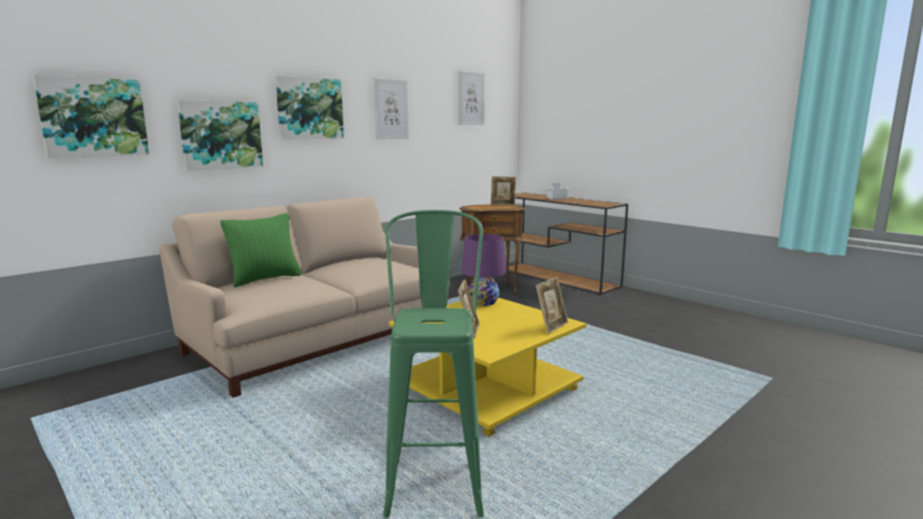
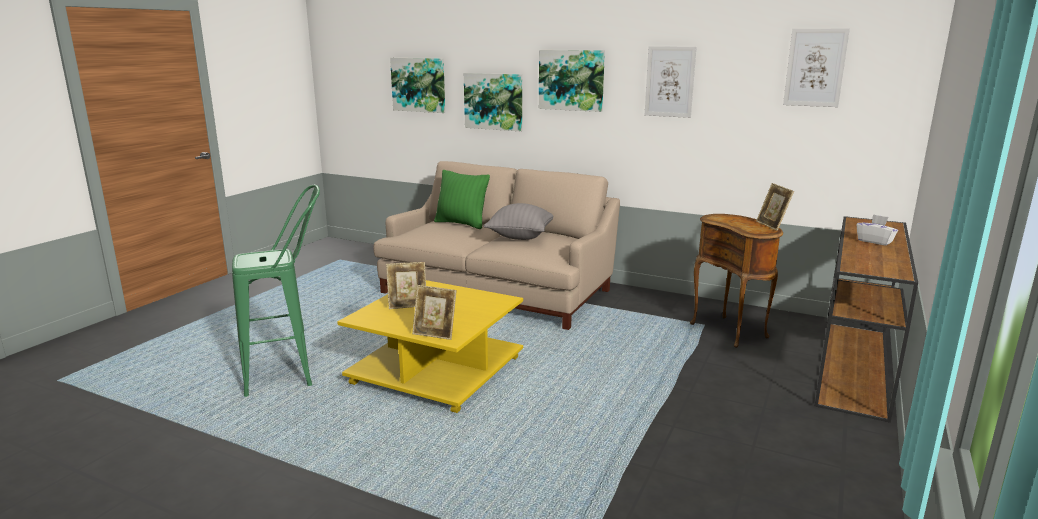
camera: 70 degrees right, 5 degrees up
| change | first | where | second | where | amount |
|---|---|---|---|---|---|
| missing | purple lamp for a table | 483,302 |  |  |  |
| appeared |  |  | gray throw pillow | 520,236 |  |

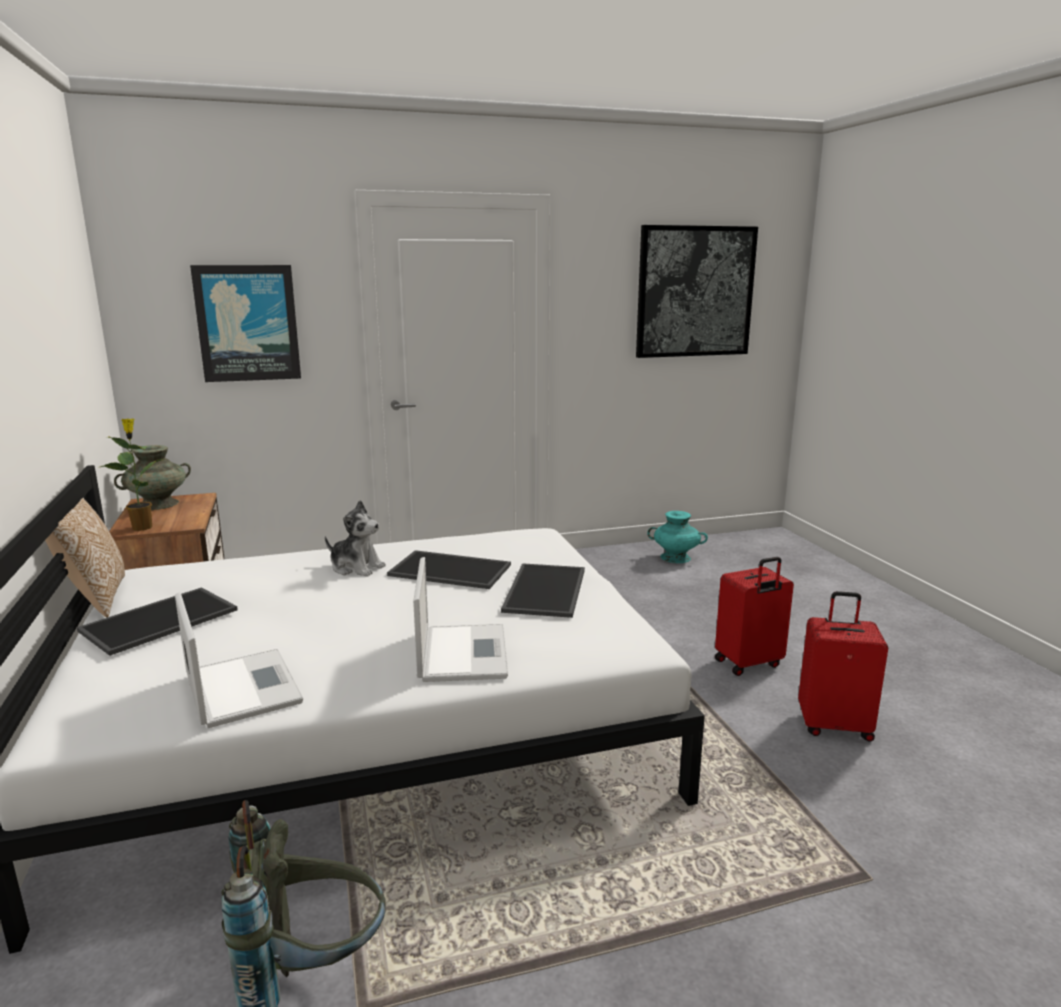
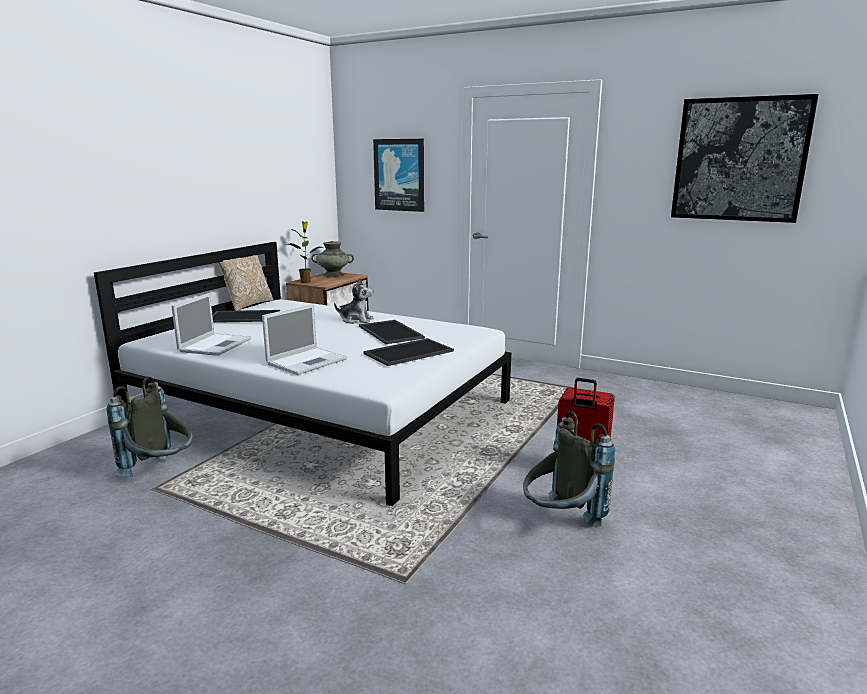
camera: 45 degrees right, 0 degrees up
| change | first | where | second | where | amount |
|---|---|---|---|---|---|
| spun | soft toy | 356,567 |  | 356,320 | 60 degrees counterclockwise |
| missing | turquoise-coloured flower vase | 676,558 |  |  |  |
| exchanged | red piece of luggage | 834,725 | gray rucksack | 560,522 |  |

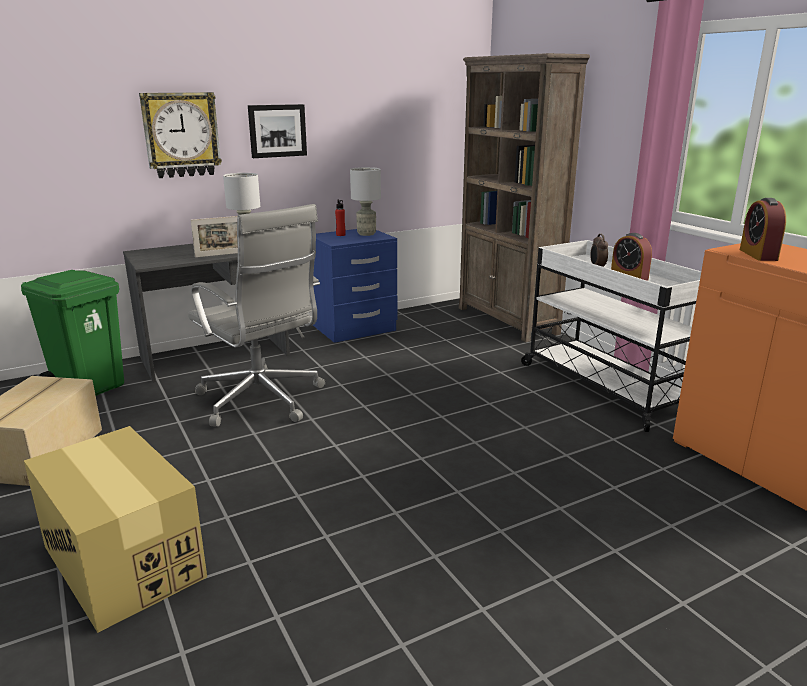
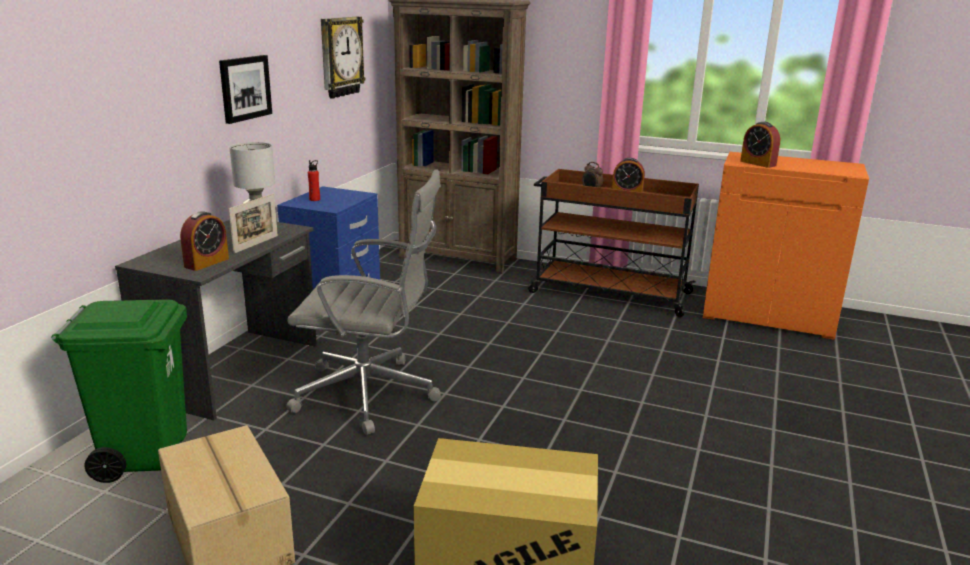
camera: 40 degrees left, 0 degrees up
| change | first | where | second | where | amount |
|---|---|---|---|---|---|
| relocated | clock on the wall | 181,135 |  | 340,57 |  |
| missing | gray lamp for a table | 366,234 |  |  |  |
| colour | whitish trolley | 604,386 | brown trolley | 608,292 |  |
| appeared |  |  | bedside clock | 206,263 |  |

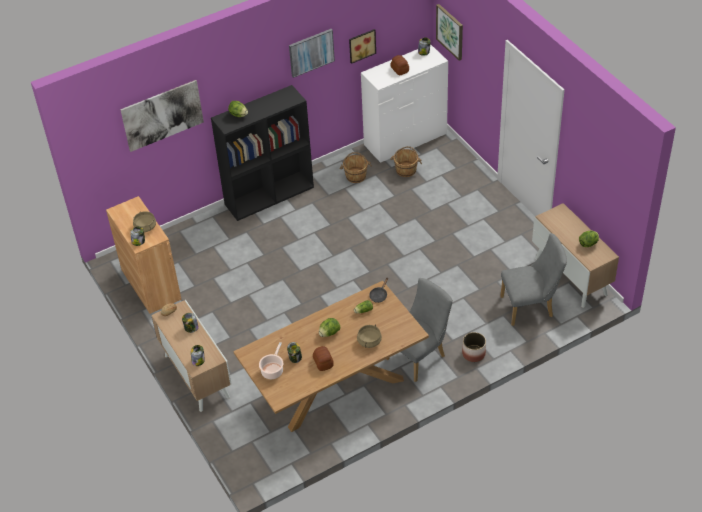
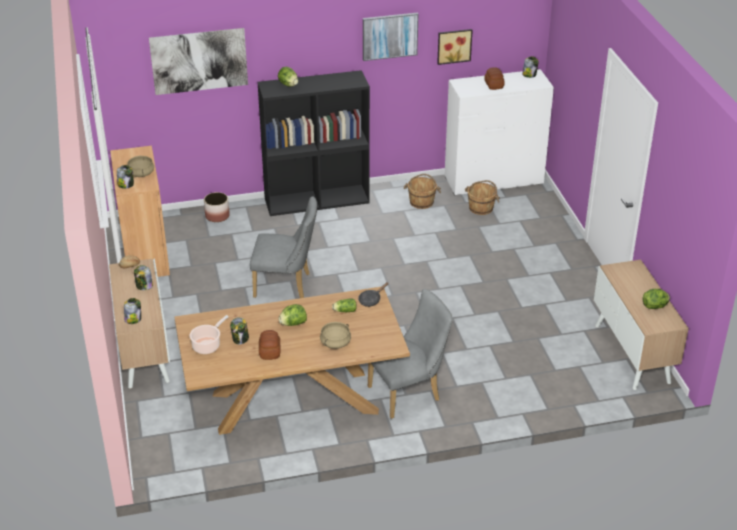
camera: 15 degrees right, 10 degrees down
| change | first | where | second | where | amount |
|---|---|---|---|---|---|
| missing | wall art | 450,31 |  |  |  |
| relocated | plant pot | 473,353 |  | 217,216 |  |
| relocated | gray plain chair | 531,306 |  | 287,285 |  |

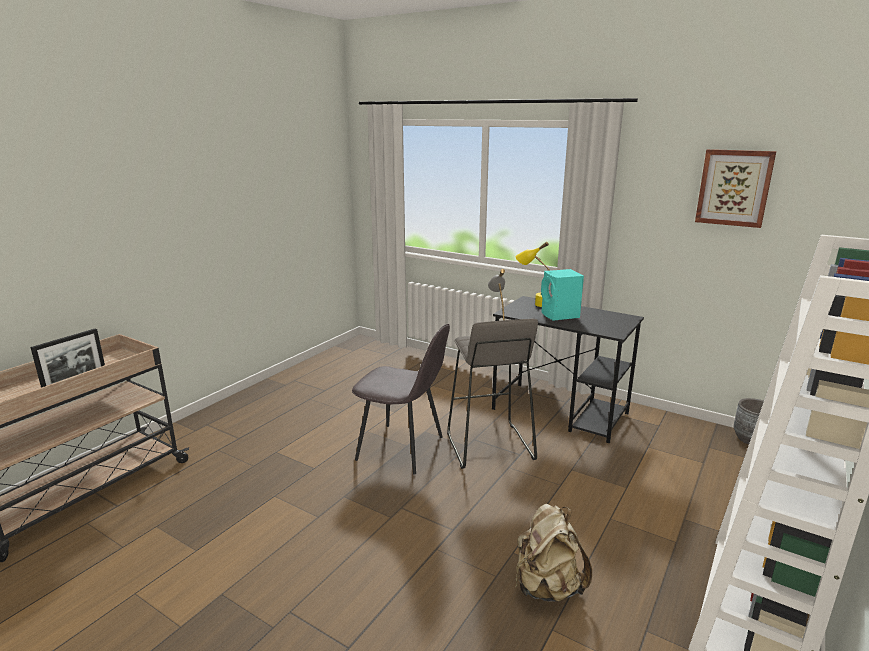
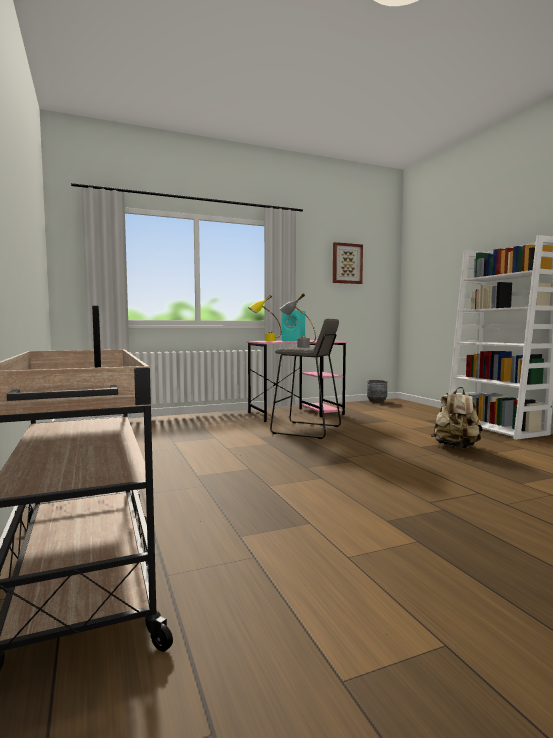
camera: 55 degrees left, 15 degrees down
| change | first | where | second | where | amount |
|---|---|---|---|---|---|
| missing | gray plain chair | 402,449 |  |  |  |
| colour | blackish desk | 560,411 | pinkish desk | 296,413 |  |

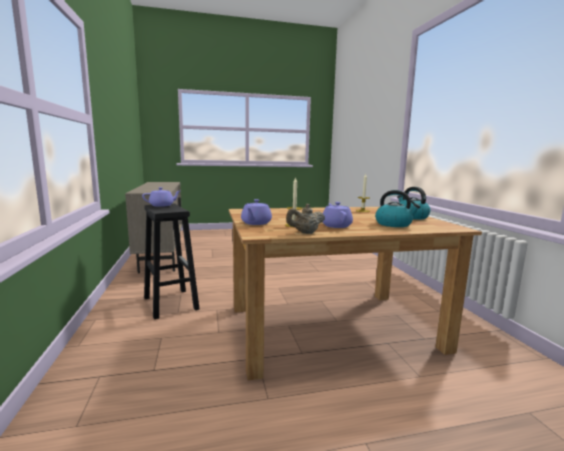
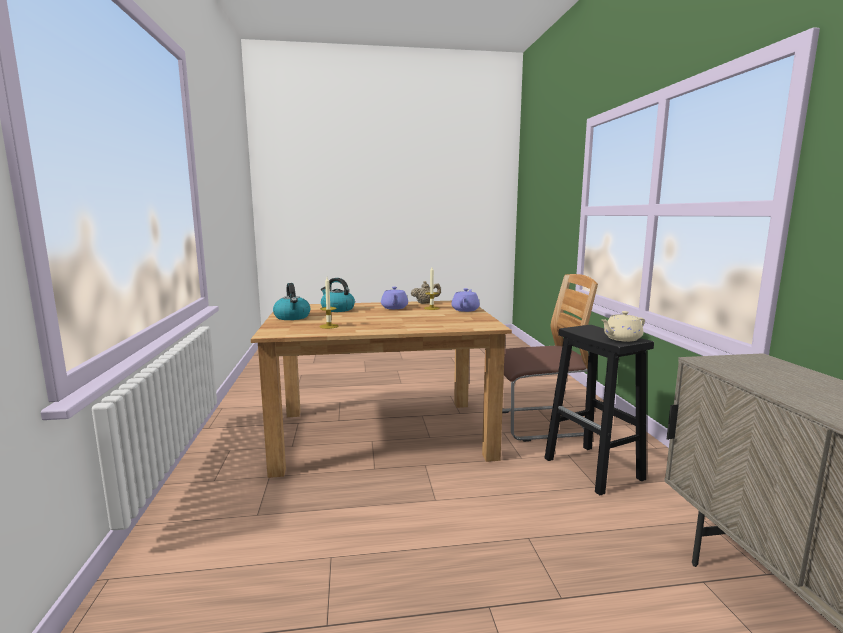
camera: 175 degrees left, 0 degrees up
| change | first | where | second | where | amount |
|---|---|---|---|---|---|
| colour | purple teapot | 162,205 | beige-coloured teapot | 621,339 |  |
| appeared |  |  | plain chair | 538,424 |  |

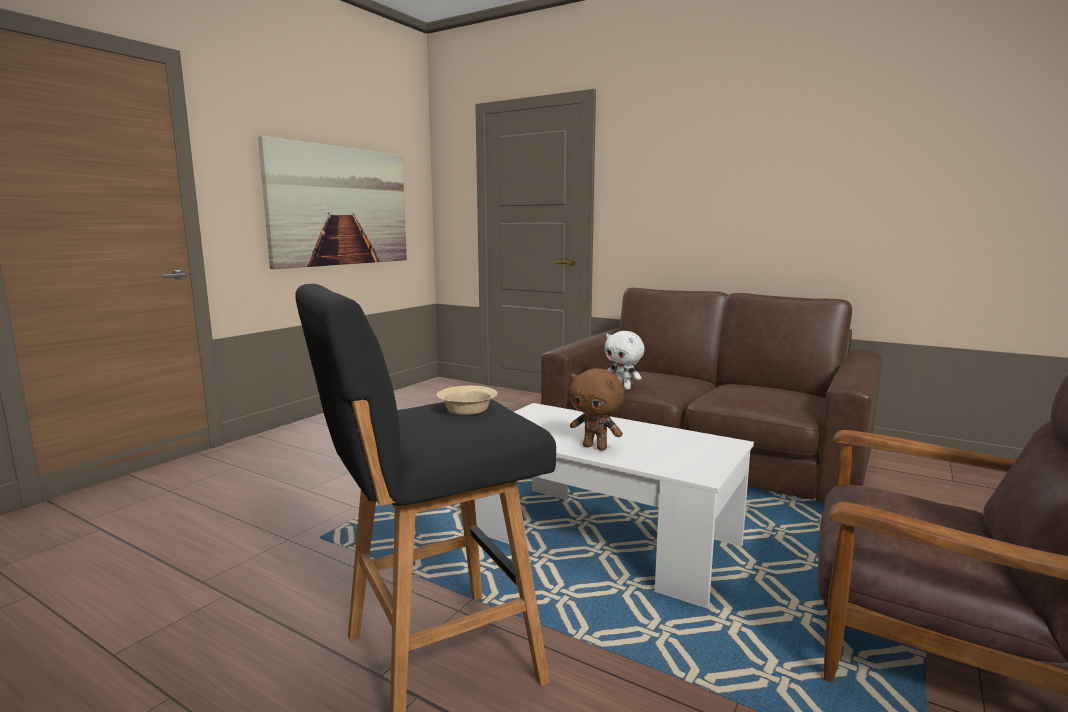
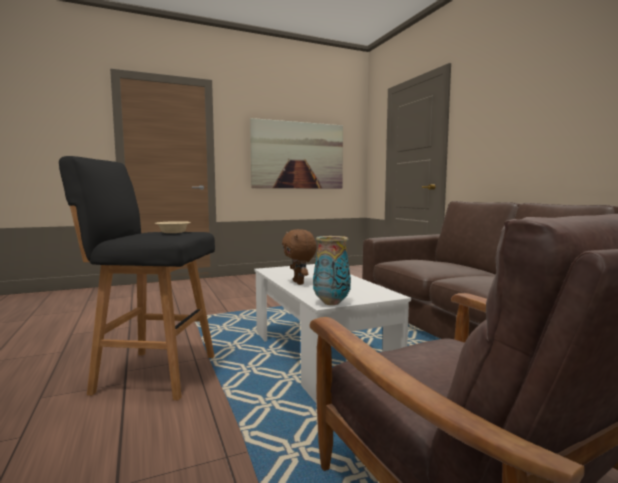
camera: 35 degrees right, 5 degrees down
| change | first | where | second | where | amount |
|---|---|---|---|---|---|
| missing | whitish soft toy | 623,387 |  |  |  |
| appeared |  |  | flower vase | 331,303 |  |

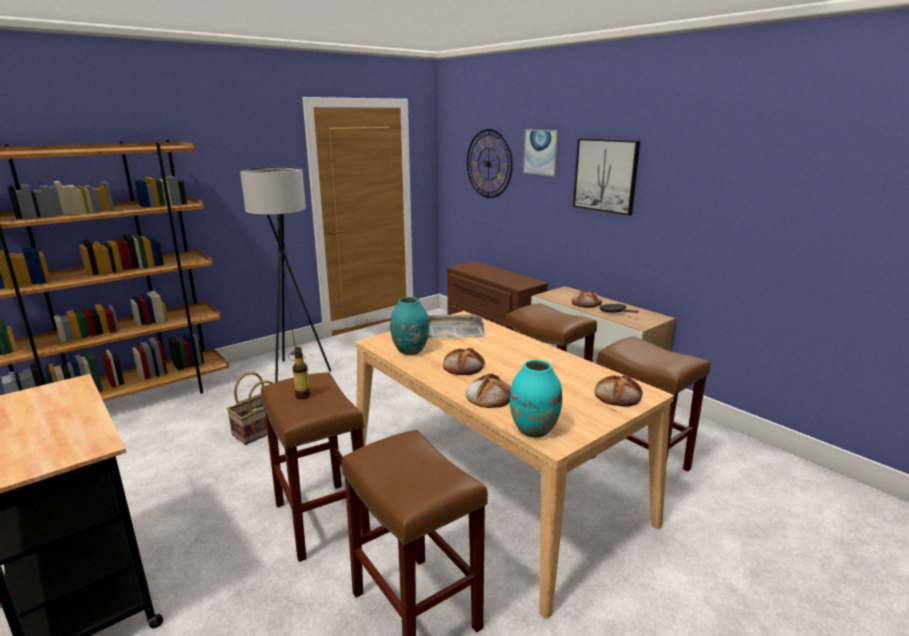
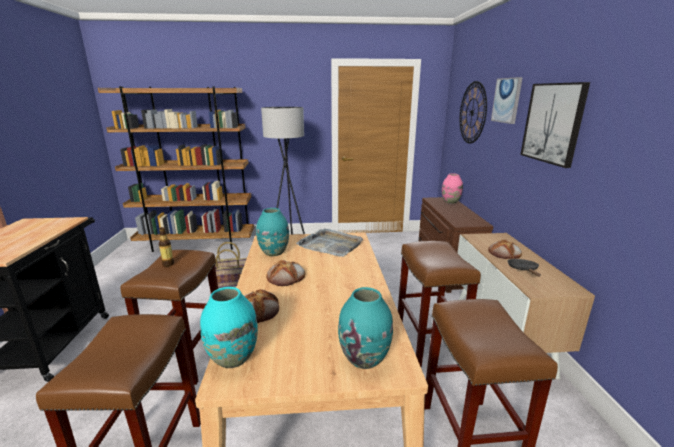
camera: 35 degrees right, 0 degrees up
| change | first | where | second | where | amount |
|---|---|---|---|---|---|
| exchanged | baked bread | 618,395 | turquoise-coloured flower vase | 364,358 |  |
| appeared |  |  | pinkish flower vase | 450,202 |  |

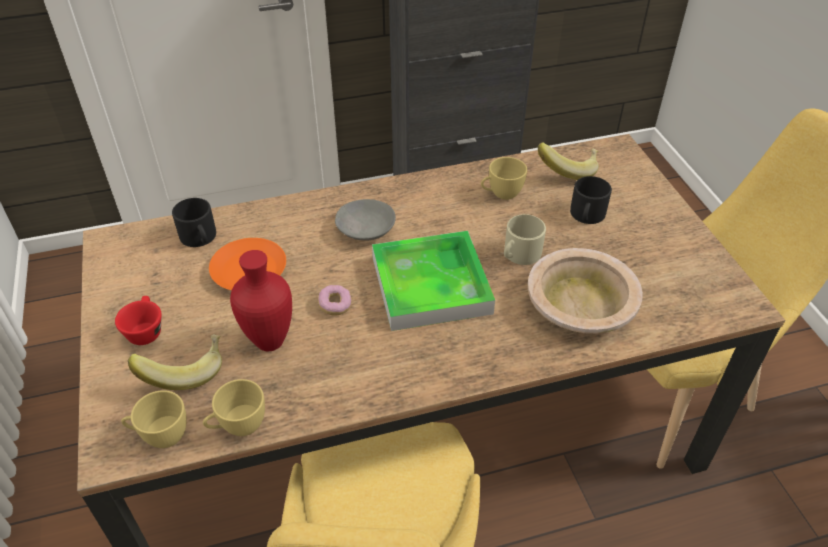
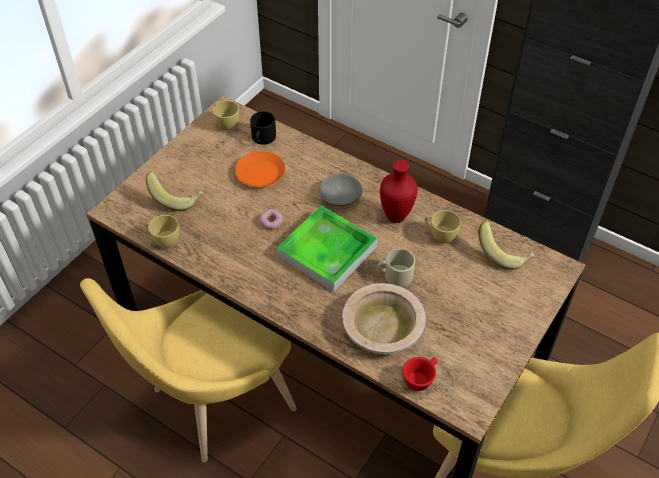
camera: 50 degrees right, 5 degrees up
| change | first | where | second | where | amount |
|---|---|---|---|---|---|
| relocated | red small cup | 145,330 |  | 420,378 |  |
| relocated | yellow-coloured small cup | 160,436 |  | 225,124 |  |
| relocated | red flower vase | 271,340 |  | 397,216 |  |
| missing | blackish mug | 586,215 |  |  |  |

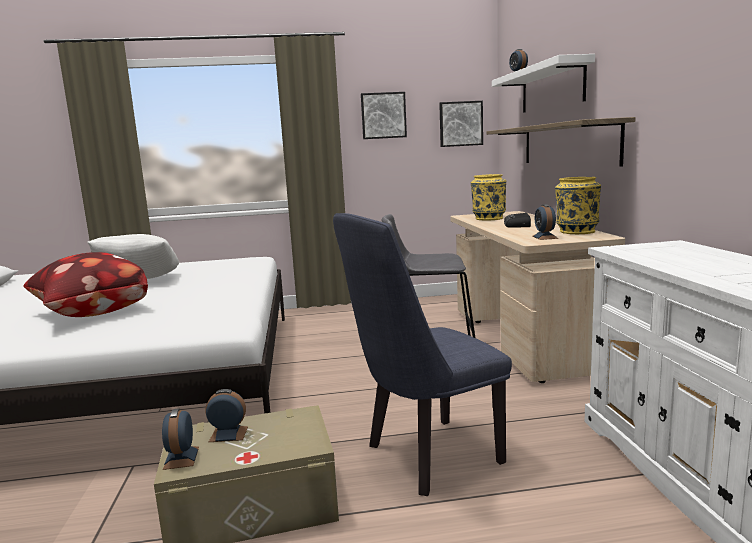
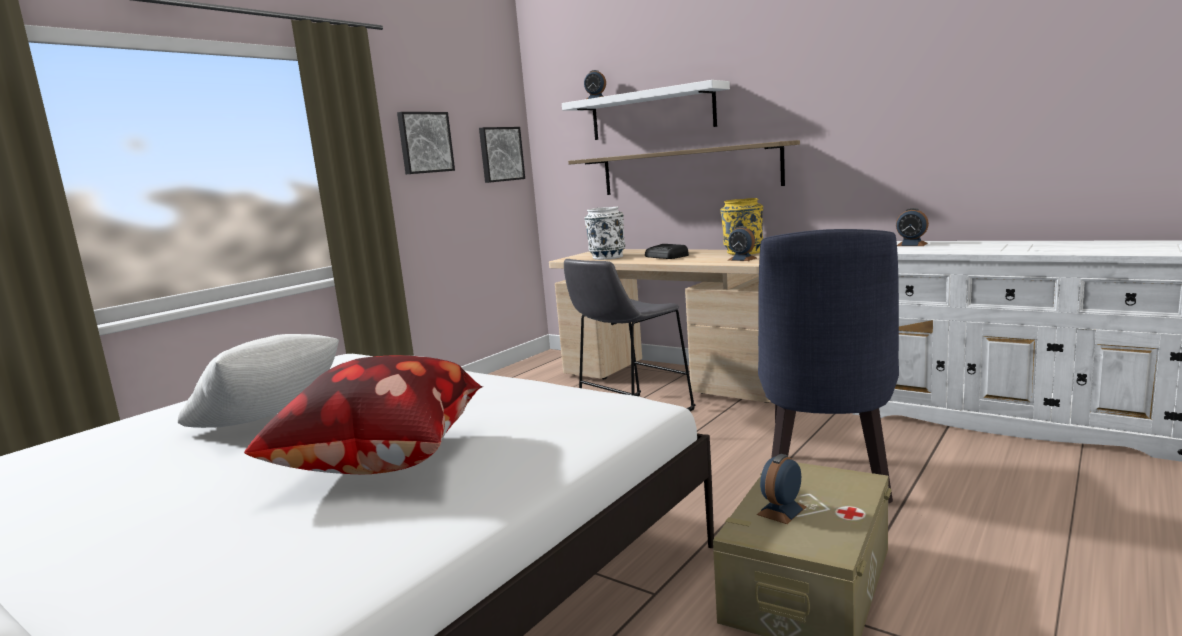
camera: 45 degrees left, 0 degrees up
| change | first | where | second | where | amount |
|---|---|---|---|---|---|
| relocated | bedside clock | 181,458 |  | 911,244 |  |
| colour | yellow-coloured flower vase | 488,218 | whitish flower vase | 606,257 |  |

